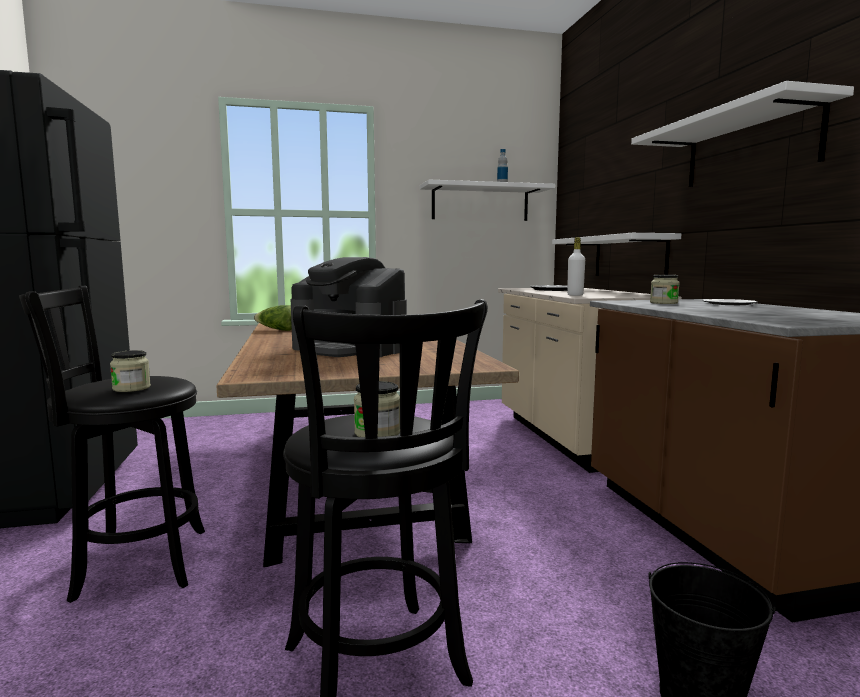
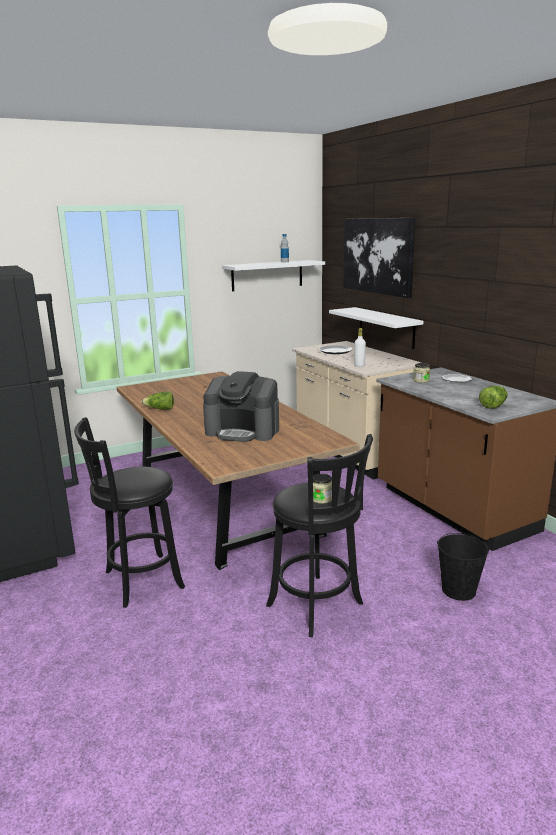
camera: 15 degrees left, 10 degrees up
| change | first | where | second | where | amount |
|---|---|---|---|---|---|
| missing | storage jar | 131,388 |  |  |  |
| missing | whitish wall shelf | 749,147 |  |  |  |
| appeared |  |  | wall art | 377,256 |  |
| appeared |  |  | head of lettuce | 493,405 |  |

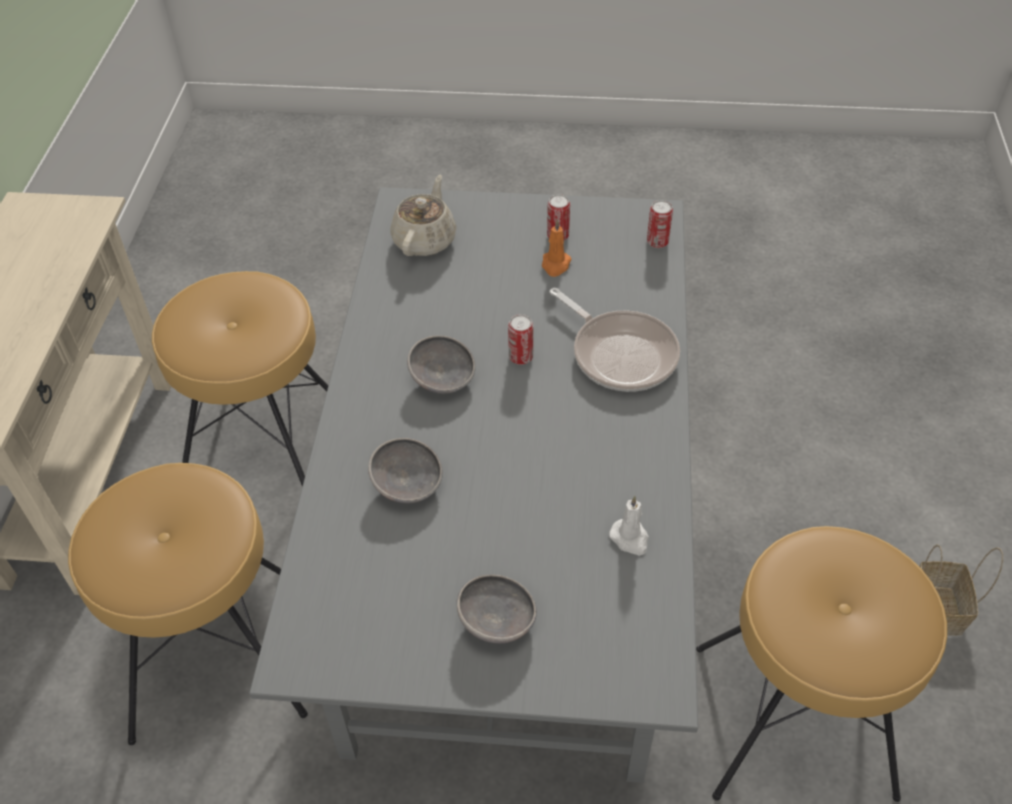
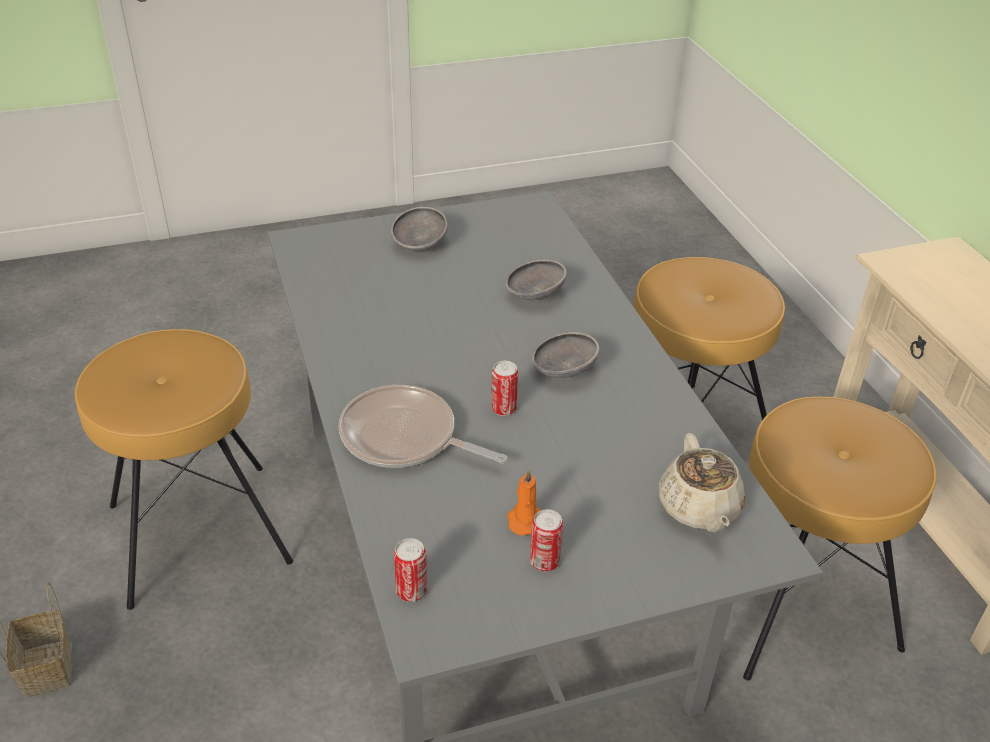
camera: 155 degrees right, 10 degrees down
| change | first | where | second | where | amount |
|---|---|---|---|---|---|
| missing | whitish wax light | 630,538 |  |  |  |

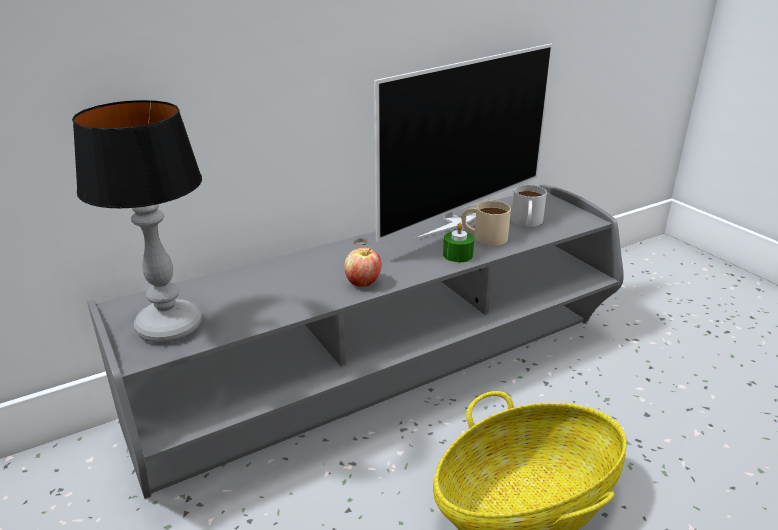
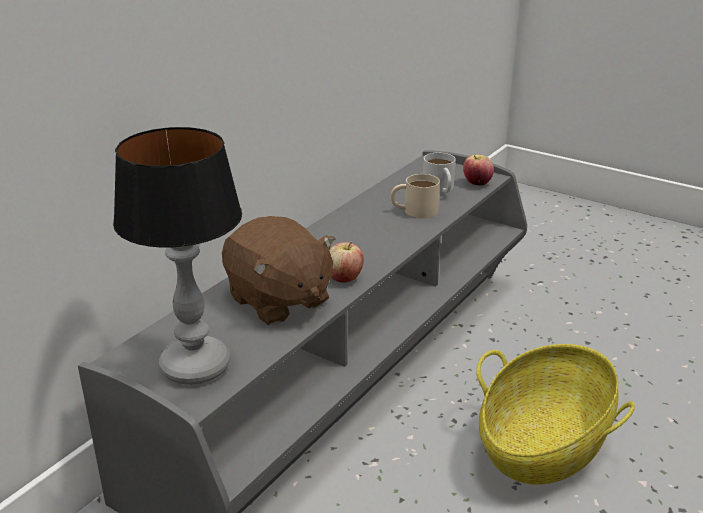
camera: 25 degrees left, 0 degrees up
| change | first | where | second | where | amount |
|---|---|---|---|---|---|
| missing | TV | 456,221 |  |  |  |
| missing | greenish wax light | 458,255 |  |  |  |
| appeared |  |  | brown soft toy | 278,301 |  |
| appeared |  |  | apple | 477,183 |  |

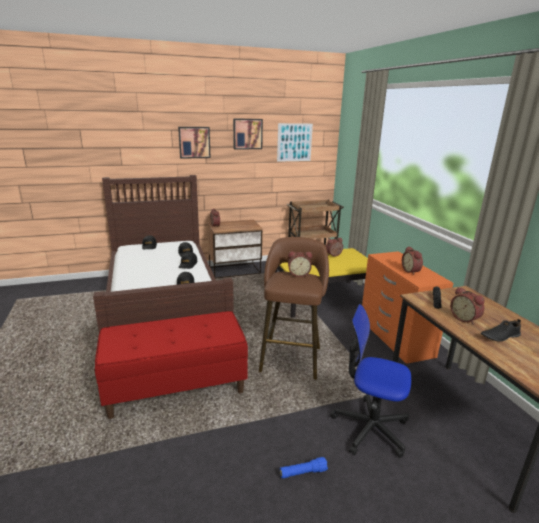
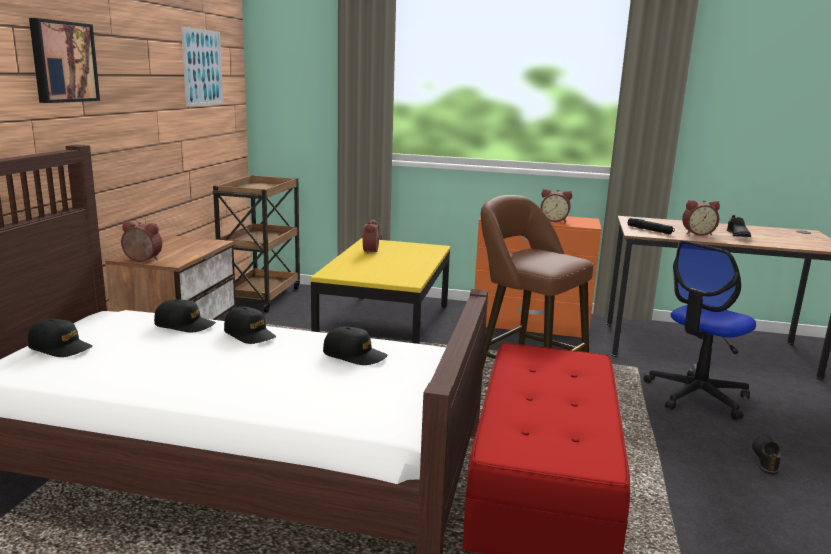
camera: 60 degrees left, 5 degrees down
| change | first | where | second | where | amount |
|---|---|---|---|---|---|
| missing | wall art | 247,134 |  |  |  |
| exchanged | blue hand torch | 303,473 | blackish item of footwear | 766,458 |  |
| missing | bedside clock | 298,274 |  |  |  |

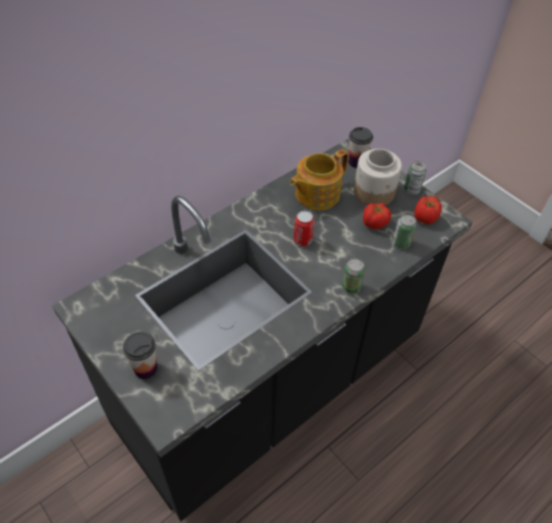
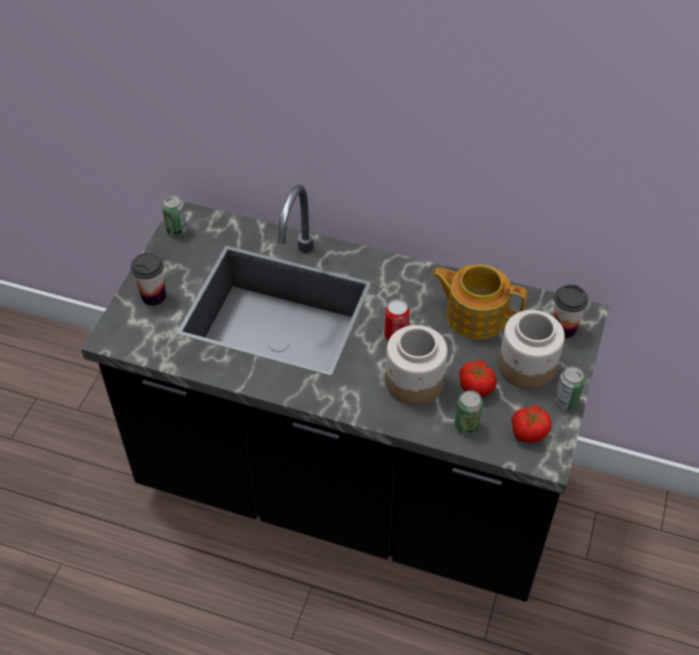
camera: 60 degrees right, 0 degrees up
| change | first | where | second | where | amount |
|---|---|---|---|---|---|
| relocated | metal can | 351,287 |  | 177,230 |  |
| appeared |  |  | storage jar | 414,382 |  |

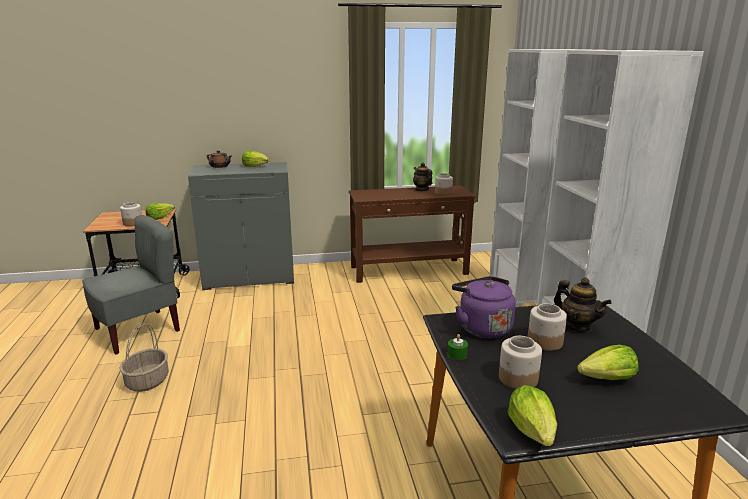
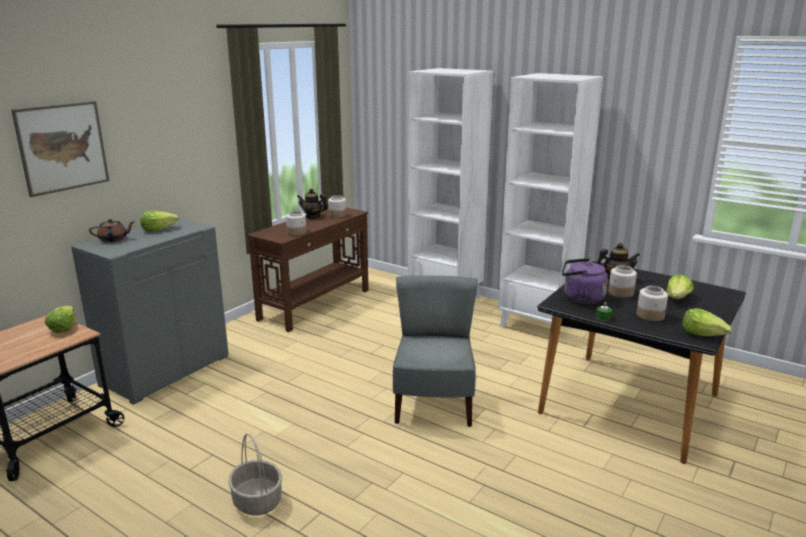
camera: 45 degrees left, 0 degrees up
| change | first | where | second | where | amount |
|---|---|---|---|---|---|
| relocated | gray plain chair | 138,331 |  | 433,404 |  |
| relocated | storage jar | 133,223 |  | 297,232 |  |
| appeared |  |  | wall art | 63,147 |  |

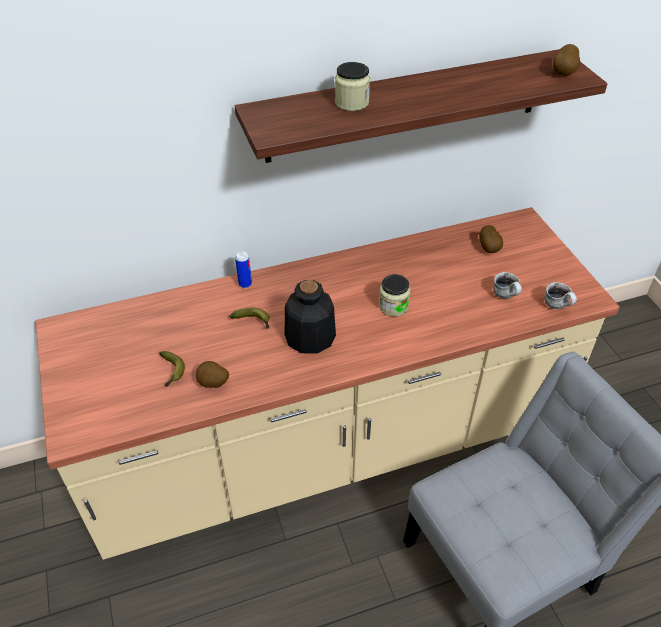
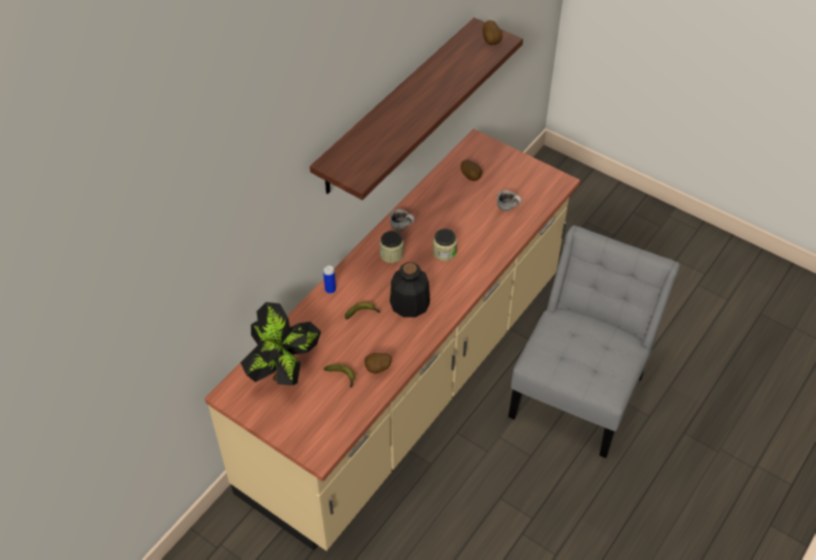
camera: 35 degrees left, 5 degrees up
| change | first | where | second | where | amount |
|---|---|---|---|---|---|
| relocated | storage jar | 352,103 |  | 391,254 |  |
| relocated | mug | 558,306 |  | 402,226 |  |
| appeared |  |  | potted plant | 284,370 |  |

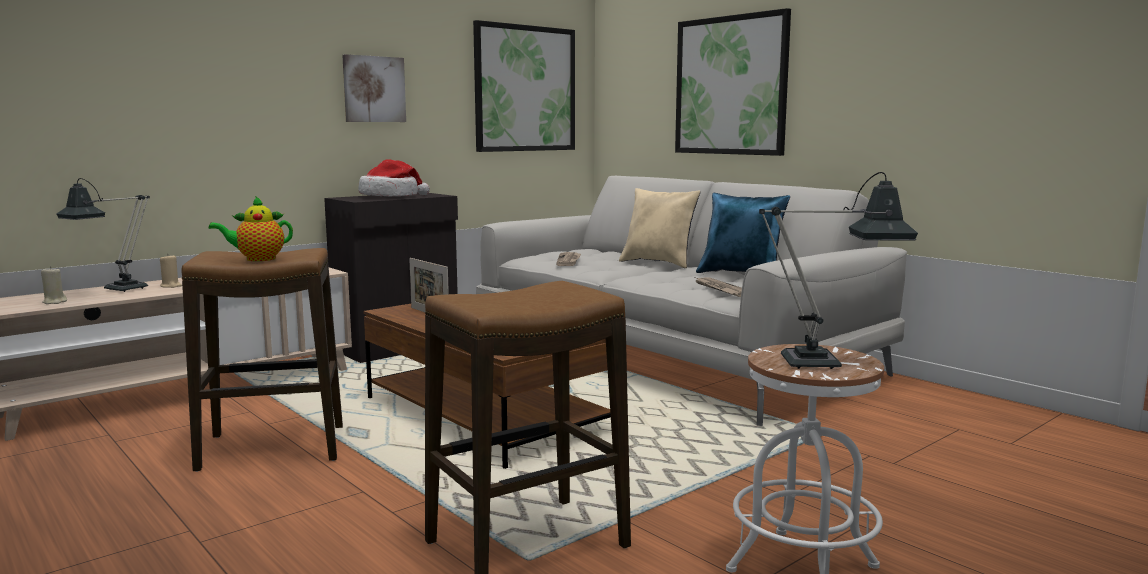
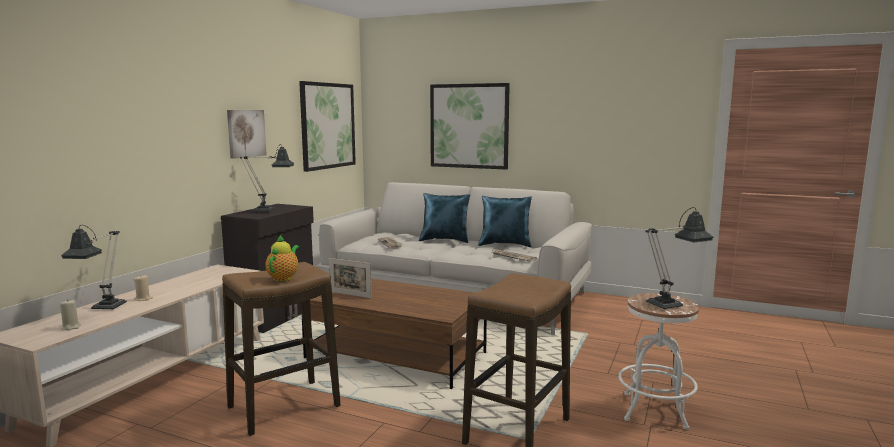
camera: 25 degrees left, 0 degrees up
| change | first | where | second | where | amount |
|---|---|---|---|---|---|
| spun | teapot | 257,259 |  | 284,277 | 150 degrees clockwise |
| exchanged | hat | 391,196 | lamp for a table | 269,210 |  |
| colour | beige-coloured throw pillow | 659,263 | blue throw pillow | 445,240 |  |

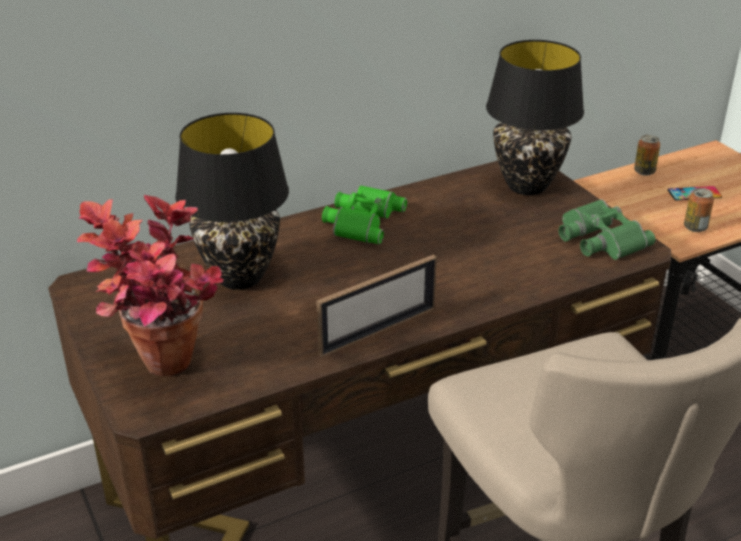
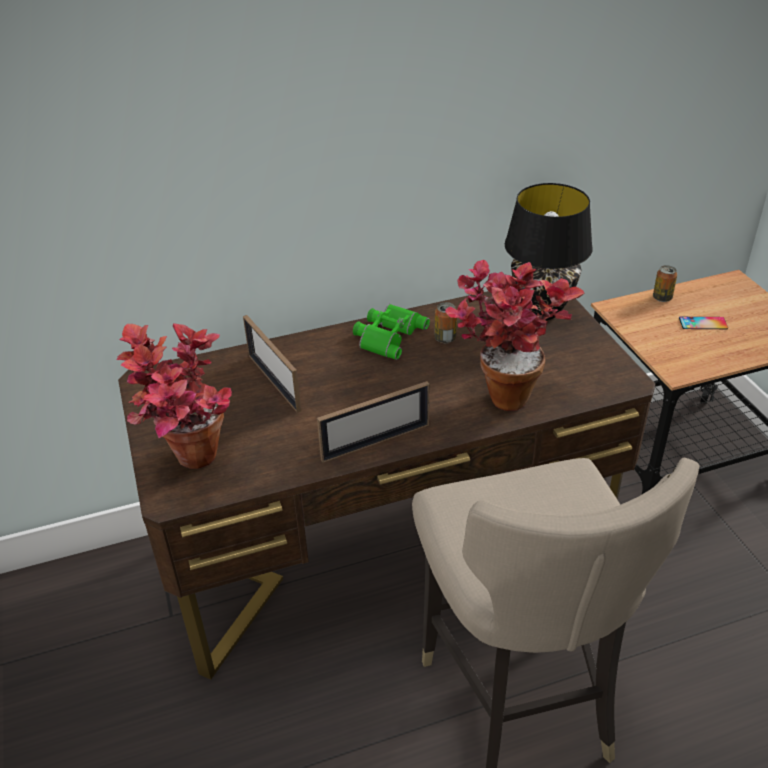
camera: 10 degrees right, 5 degrees up
| change | first | where | second | where | amount |
|---|---|---|---|---|---|
| exchanged | blackish lamp for a table | 241,277 | photo frame | 274,382 |  |
| missing | greenish pair of binoculars | 598,238 |  |  |  |
| relocated | metal can | 695,227 |  | 445,338 |  |
| appeared |  |  | potted plant | 501,391 |  |

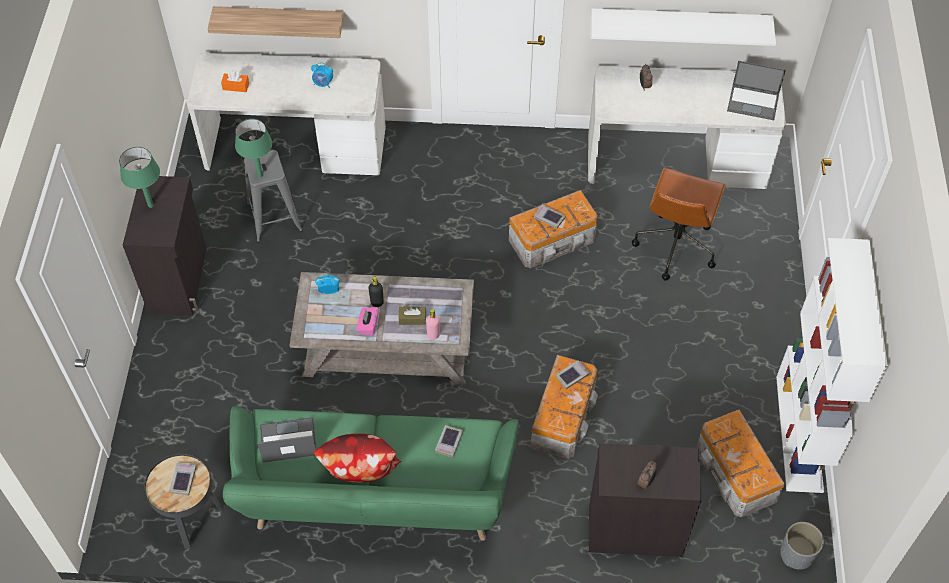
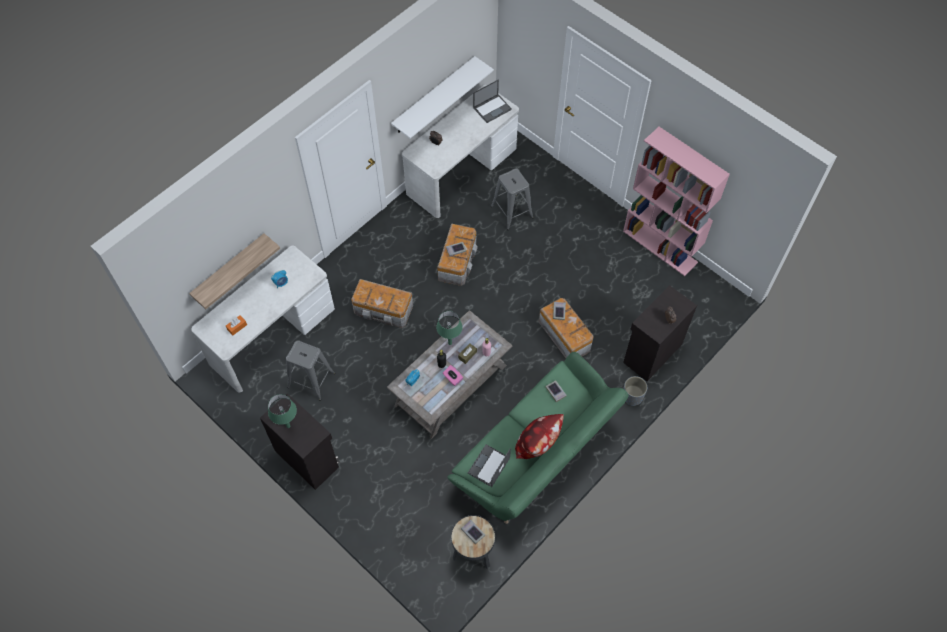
camera: 50 degrees left, 5 degrees up
| change | first | where | second | where | amount |
|---|---|---|---|---|---|
| relocated | greenish lamp for a table | 260,175 |  | 450,343 |  |
| exchanged | brown office chair | 675,245 | gray sitting stool | 512,212 |  |
| relocated | storage box | 735,474 |  | 383,310 |  |
| colour | whitish bookcase | 800,434 | pinkish bookcase | 660,246 |  |
| relocated | gray plant pot | 796,554 |  | 632,396 |  |

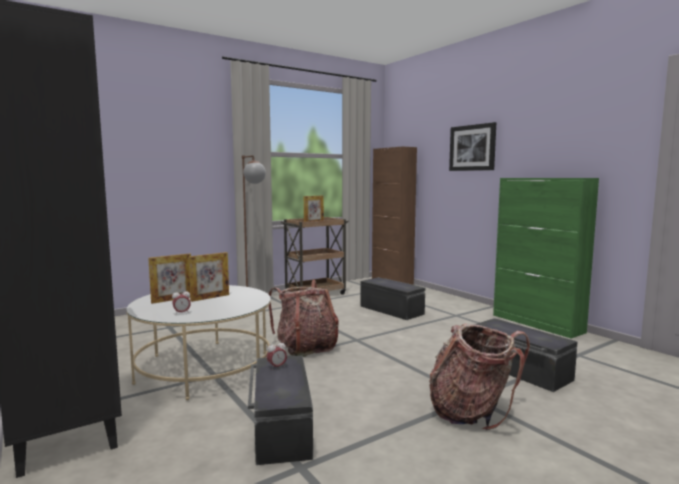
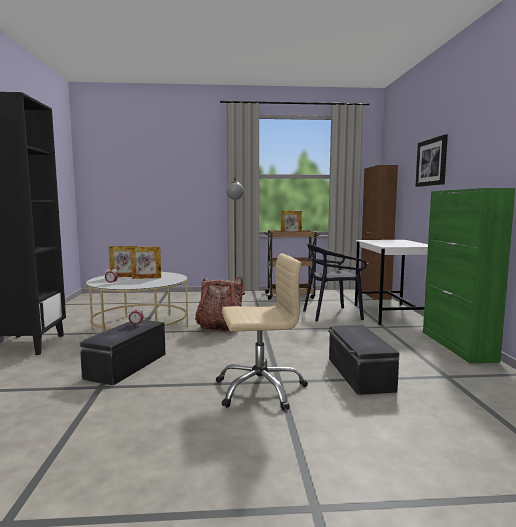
camera: 30 degrees right, 0 degrees up
| change | first | where | second | where | amount |
|---|---|---|---|---|---|
| exchanged | blackish storage box | 392,310 | blackish plain chair | 332,314 |  |
| exchanged | rucksack | 472,412 | beige-coloured office chair | 260,389 |  |
| appeared |  |  | whitish desk | 391,314 |  |

